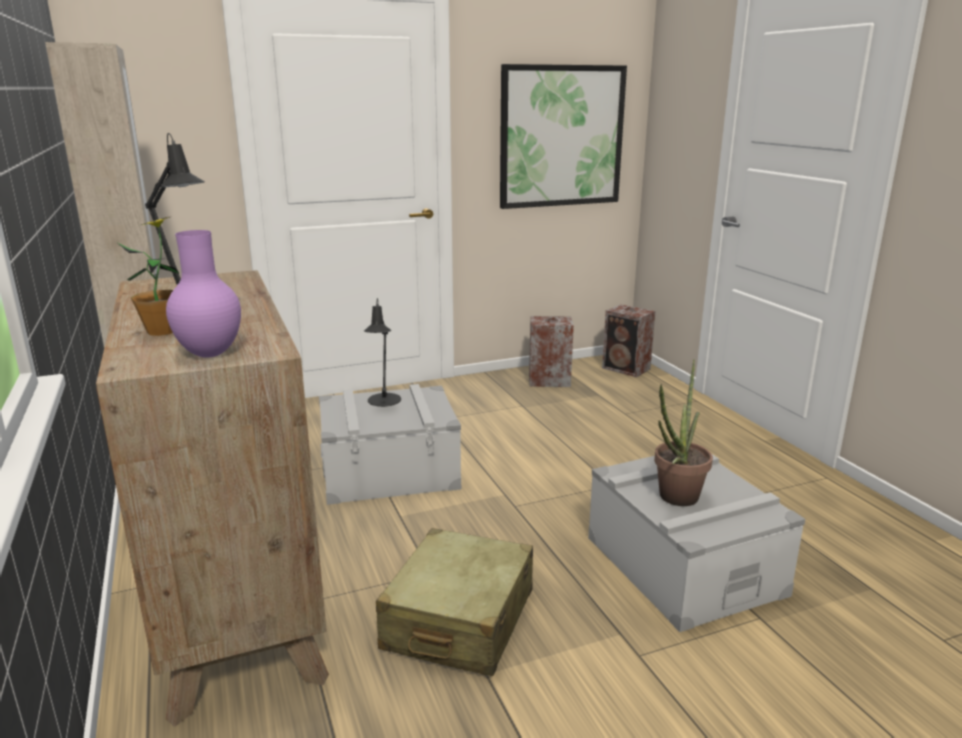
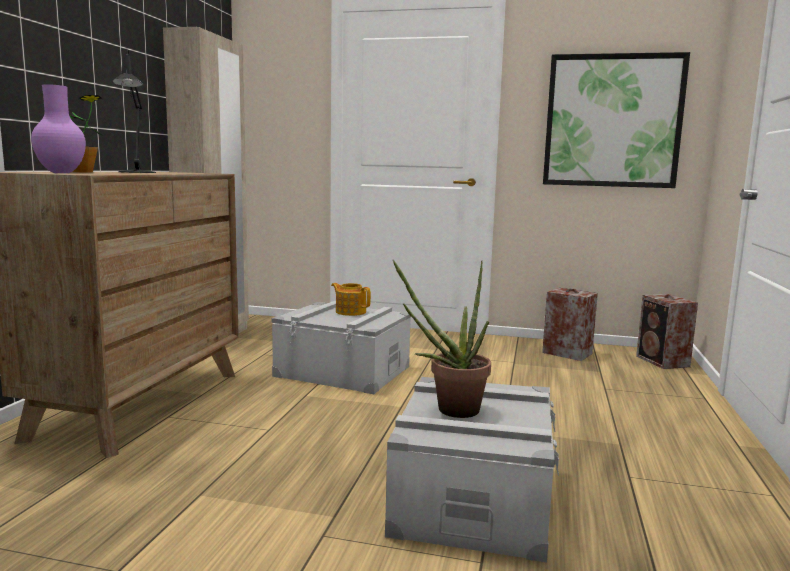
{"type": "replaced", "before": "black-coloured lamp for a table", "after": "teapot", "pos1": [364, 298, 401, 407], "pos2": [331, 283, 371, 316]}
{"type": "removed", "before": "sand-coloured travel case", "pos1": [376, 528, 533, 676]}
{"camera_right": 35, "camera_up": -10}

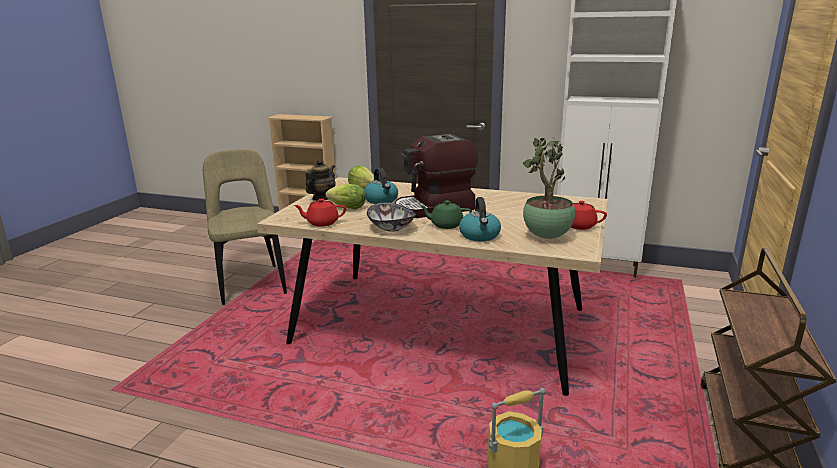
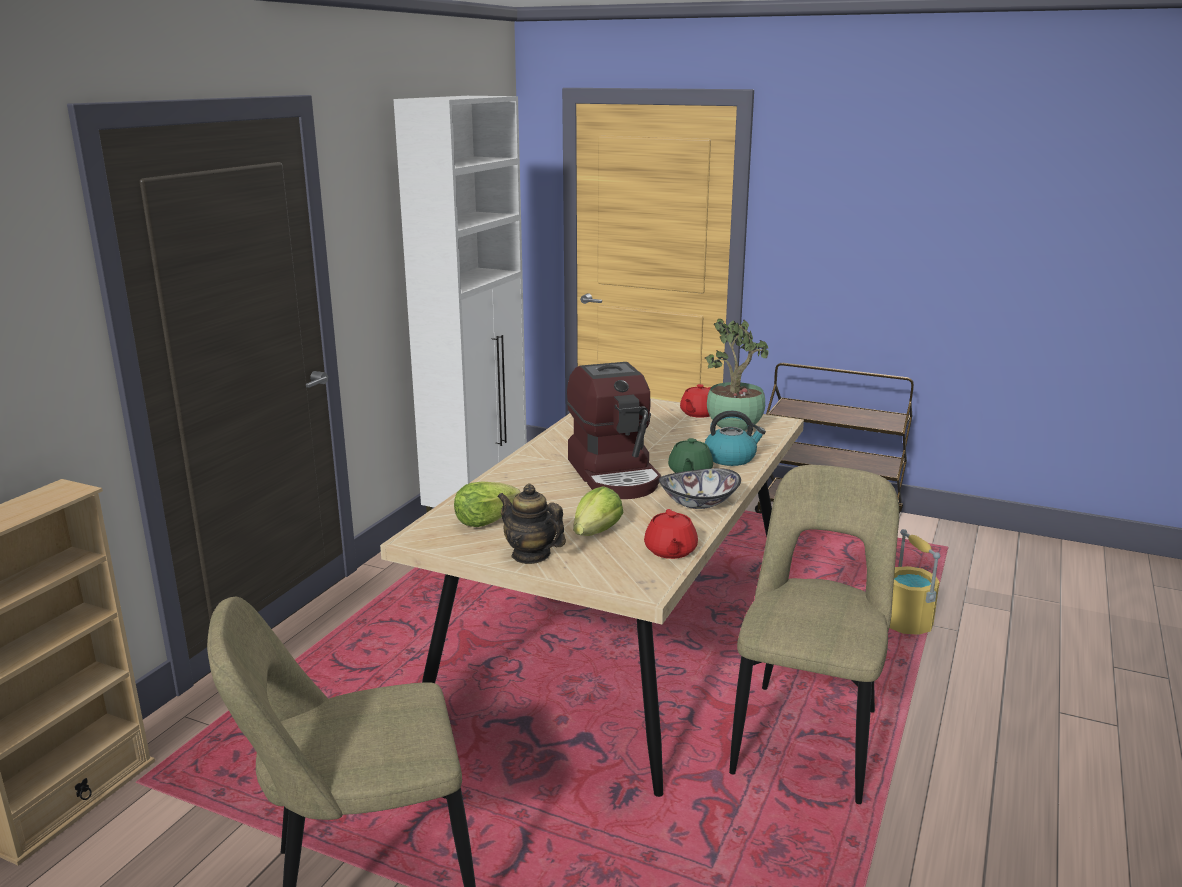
{"type": "removed", "before": "water kettle", "pos1": [364, 168, 398, 204]}
{"type": "added", "after": "sand-coloured upright chair", "pos2": [729, 465, 899, 804]}
{"camera_right": -85, "camera_up": 0}

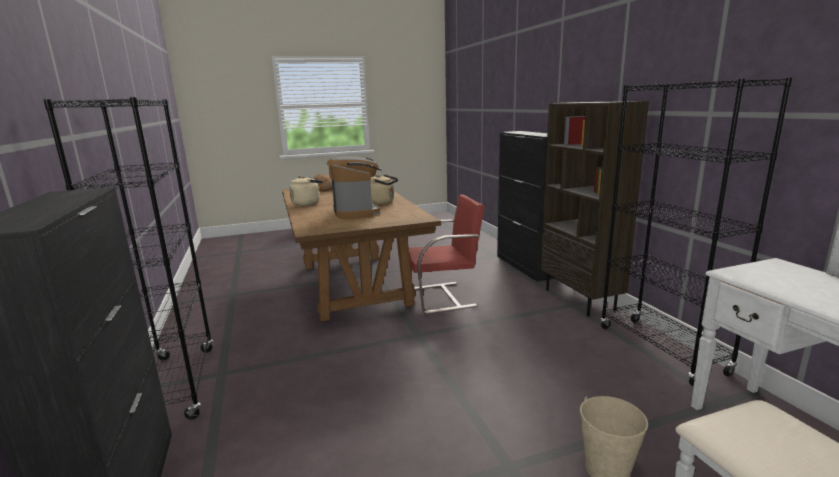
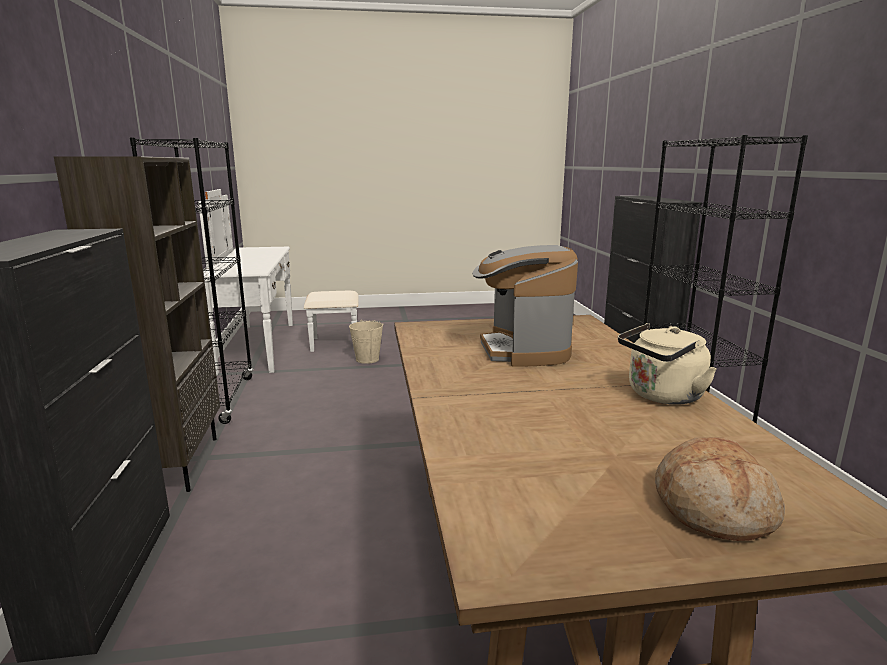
{"type": "removed", "before": "sand-coloured water kettle", "pos1": [371, 175, 398, 205]}
{"type": "removed", "before": "reddish upright chair", "pos1": [407, 195, 485, 314]}
{"camera_right": -170, "camera_up": 0}

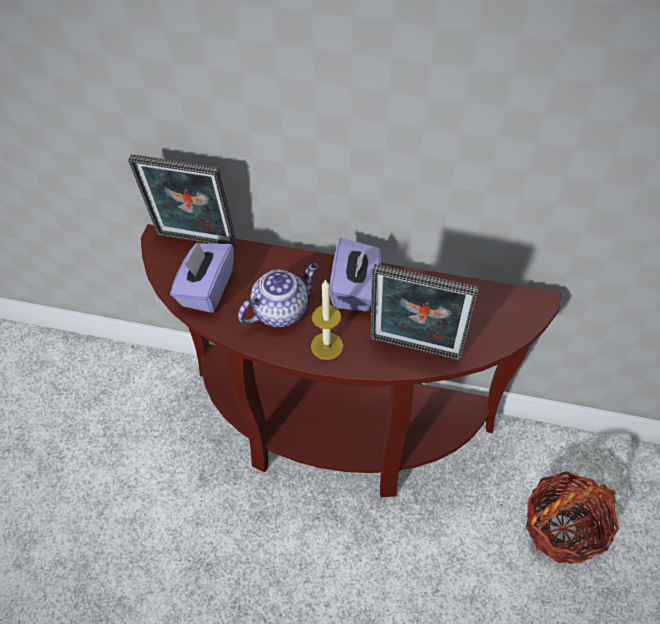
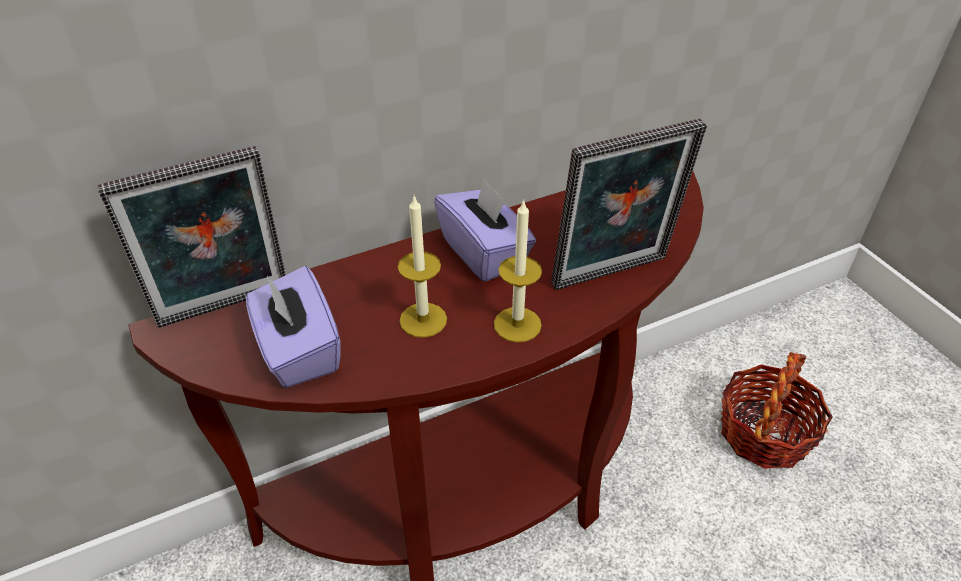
{"type": "replaced", "before": "teapot", "after": "wax candle", "pos1": [238, 264, 318, 327], "pos2": [398, 195, 447, 338]}
{"camera_right": -40, "camera_up": -10}

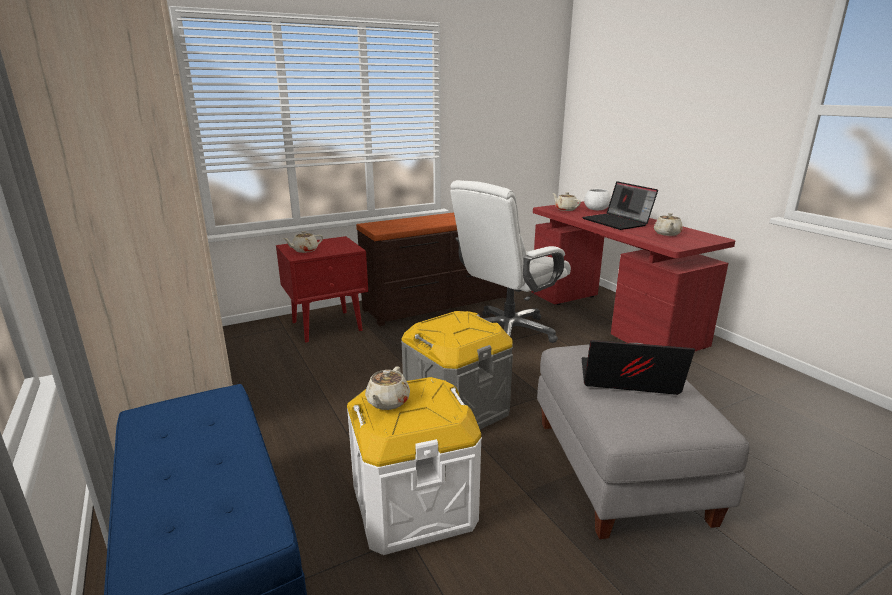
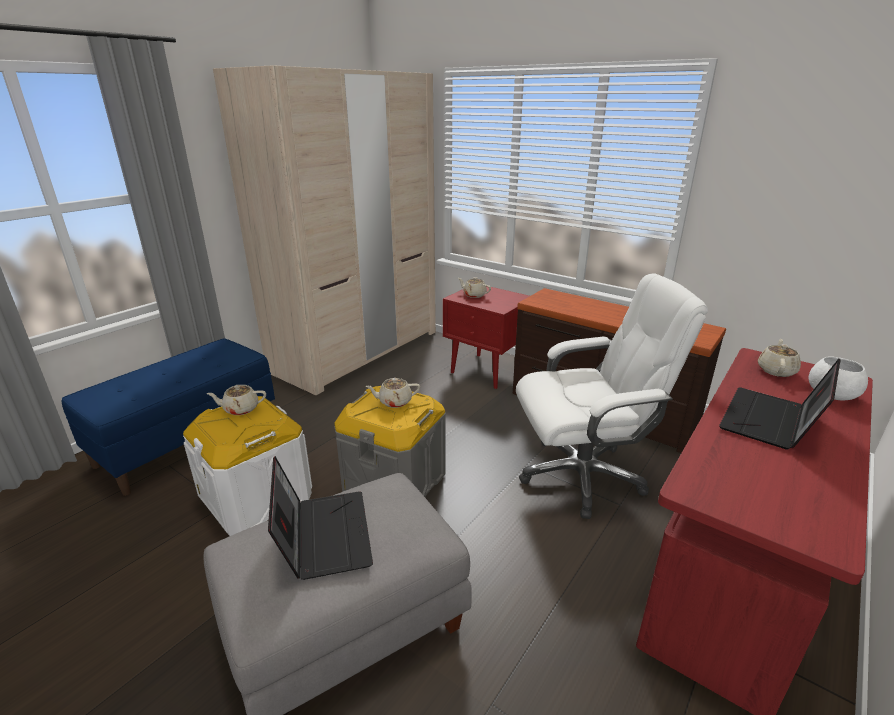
{"type": "turned", "before": "whitish computer chair", "pos1": [450, 180, 571, 343], "pos2": [516, 273, 708, 519], "turn": 150}
{"type": "moved", "before": "sand-coloured teapot", "pos1": [654, 213, 682, 236], "pos2": [365, 378, 420, 408]}
{"camera_right": 65, "camera_up": 5}

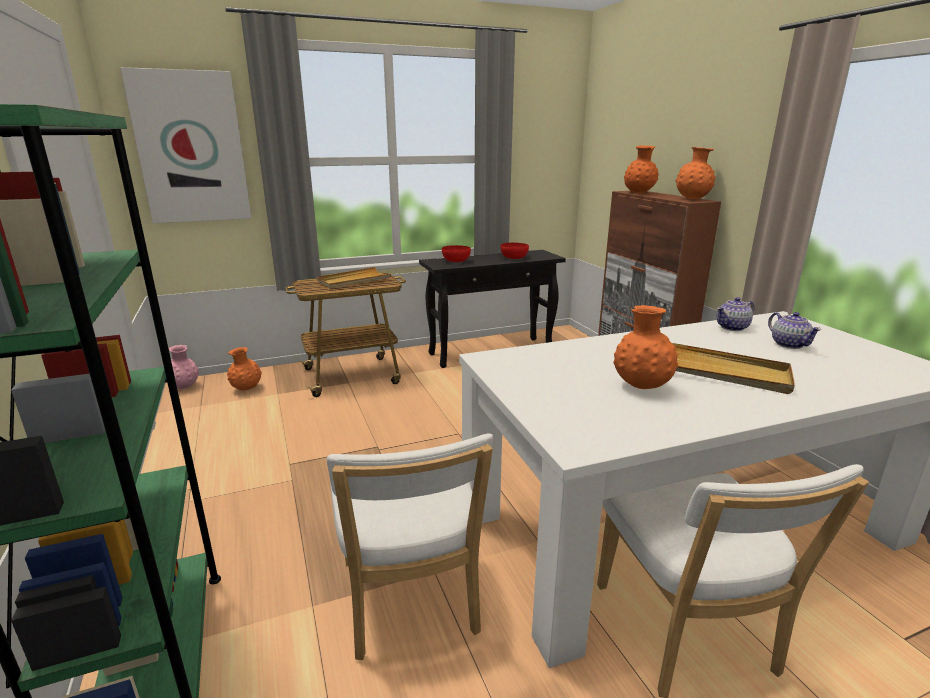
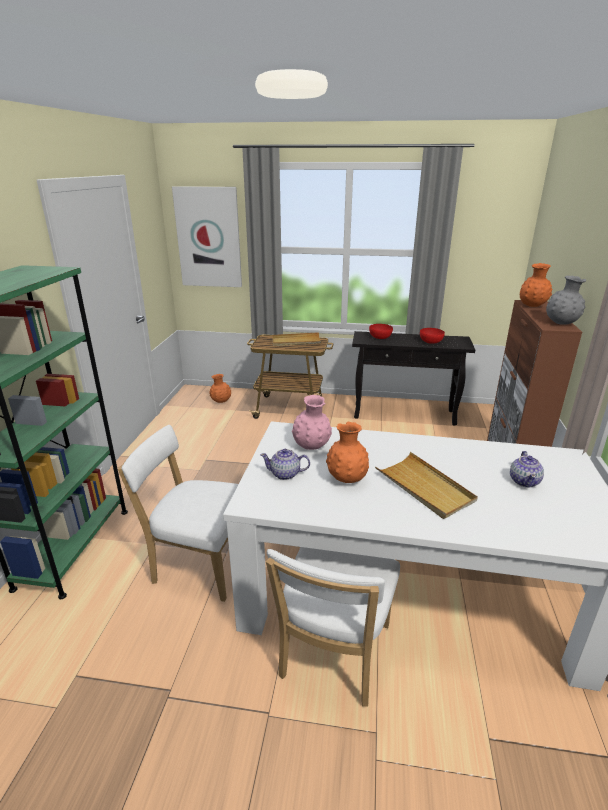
{"type": "recoloured", "before": "orangey flower vase", "after": "grey flower vase", "pos1": [676, 147, 716, 199], "pos2": [546, 276, 586, 325]}
{"type": "moved", "before": "teapot", "pos1": [717, 297, 754, 331], "pos2": [260, 449, 310, 480]}
{"type": "moved", "before": "pink-coloured flower vase", "pos1": [167, 345, 199, 389], "pos2": [292, 395, 332, 450]}
{"type": "turned", "before": "whitish upright chair", "pos1": [327, 433, 493, 660], "pos2": [118, 425, 238, 602], "turn": 90}
{"camera_right": 30, "camera_up": 5}

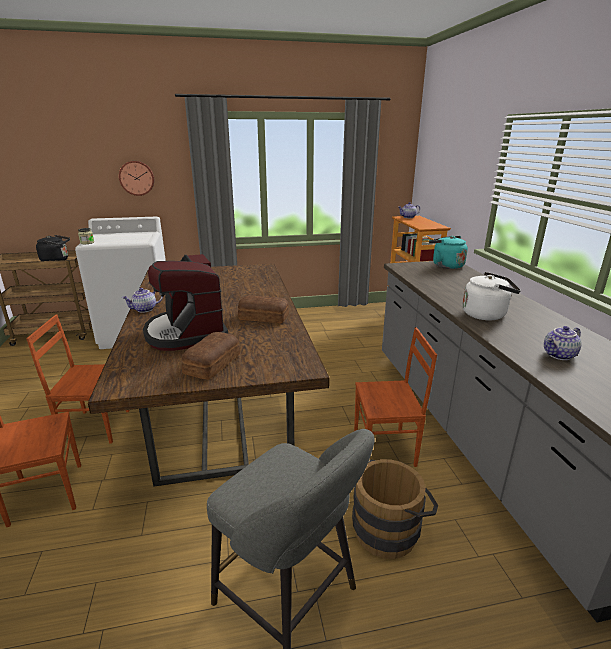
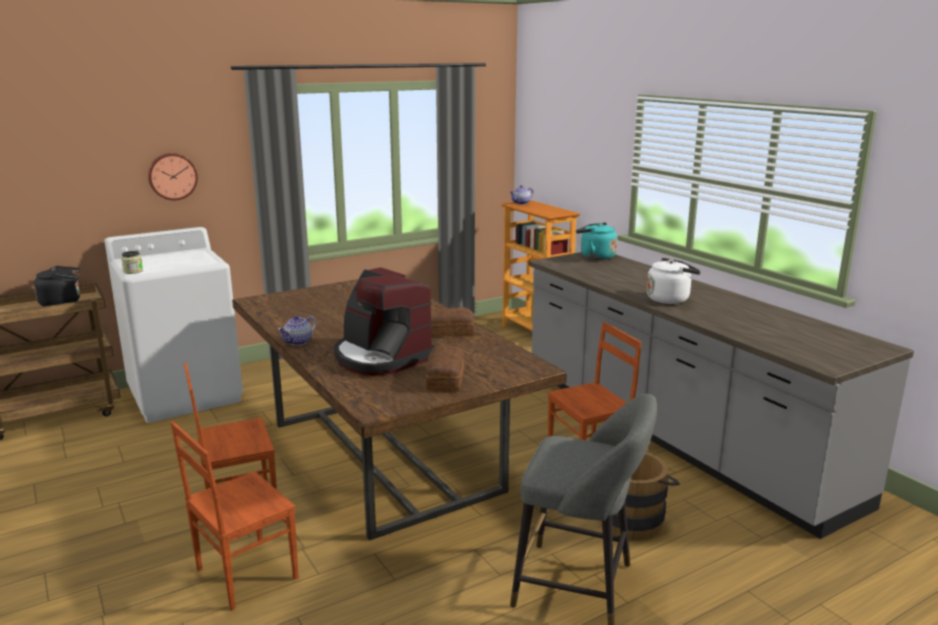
{"type": "removed", "before": "teapot", "pos1": [544, 326, 582, 360]}
{"camera_right": -20, "camera_up": -5}

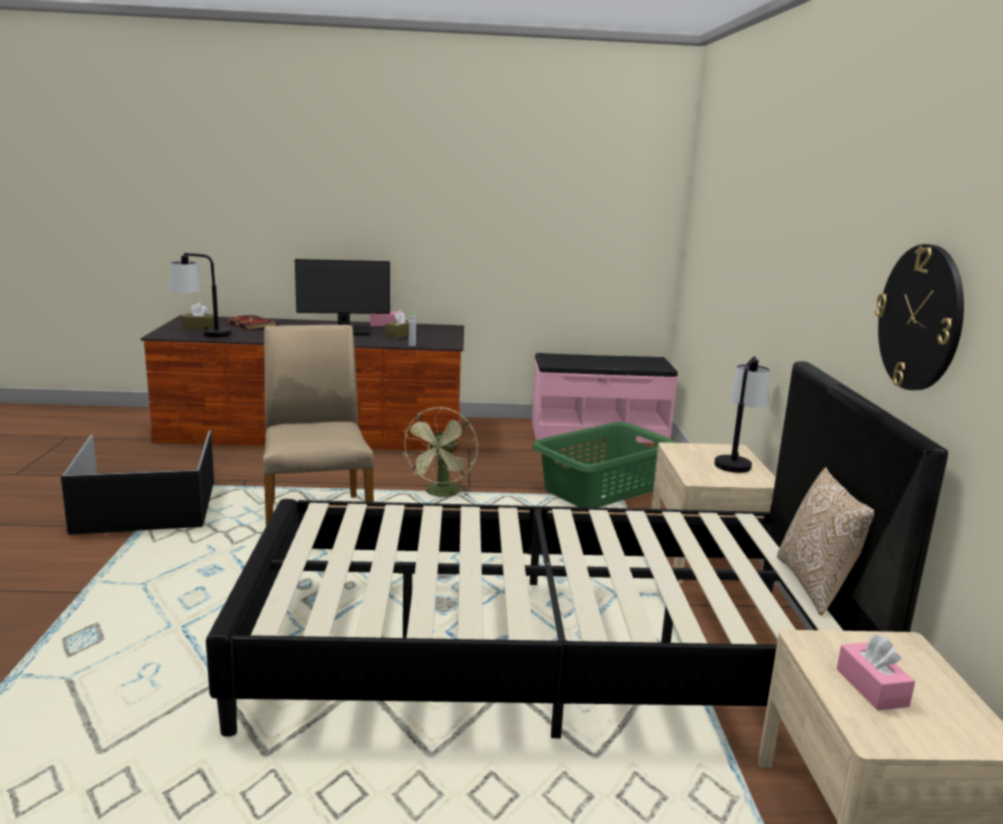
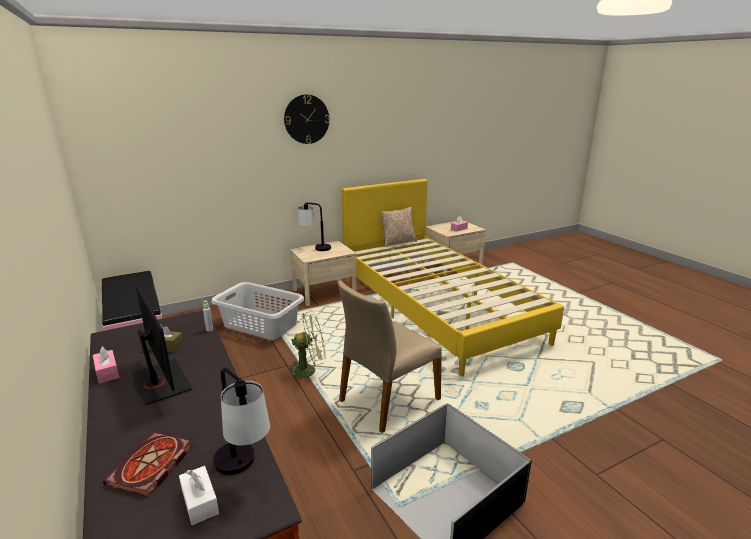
{"type": "moved", "before": "clock on the wall", "pos1": [875, 244, 964, 390], "pos2": [284, 94, 330, 144]}
{"type": "recoloured", "before": "brown-coloured box of tissues", "after": "whitish box of tissues", "pos1": [182, 303, 214, 330], "pos2": [179, 466, 219, 525]}
{"type": "recoloured", "before": "black-coloured bed", "after": "yellow-coloured bed", "pos1": [206, 361, 948, 738], "pos2": [342, 179, 564, 377]}
{"type": "recoloured", "before": "green laundry basket", "after": "grey laundry basket", "pos1": [532, 422, 676, 508], "pos2": [211, 282, 304, 340]}
{"camera_right": -115, "camera_up": 5}

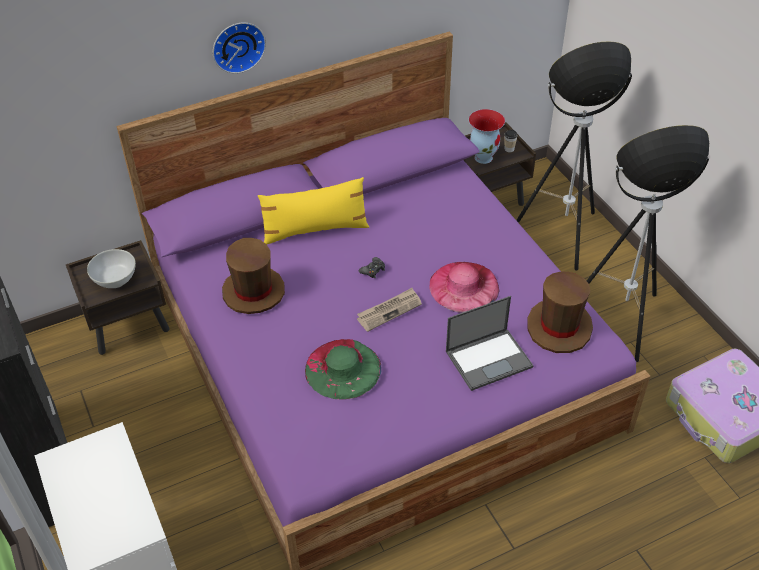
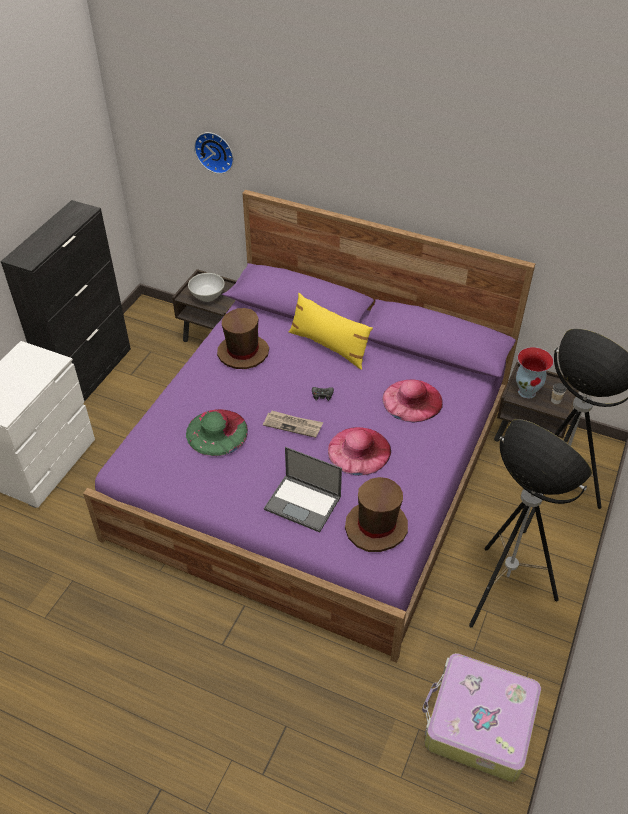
{"type": "moved", "before": "clock on the wall", "pos1": [213, 23, 266, 74], "pos2": [194, 132, 234, 174]}
{"type": "added", "after": "pink-coloured hat", "pos2": [382, 379, 443, 423]}
{"camera_right": 50, "camera_up": 0}

